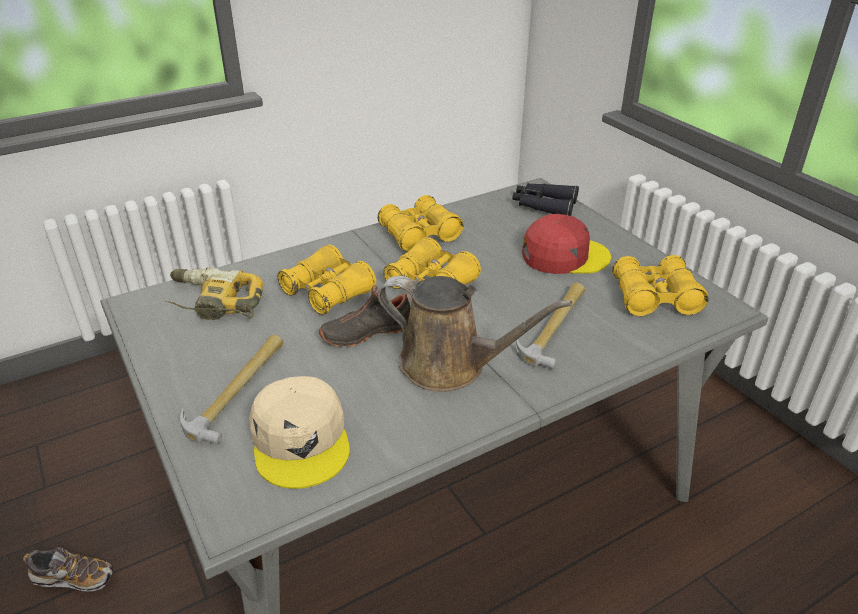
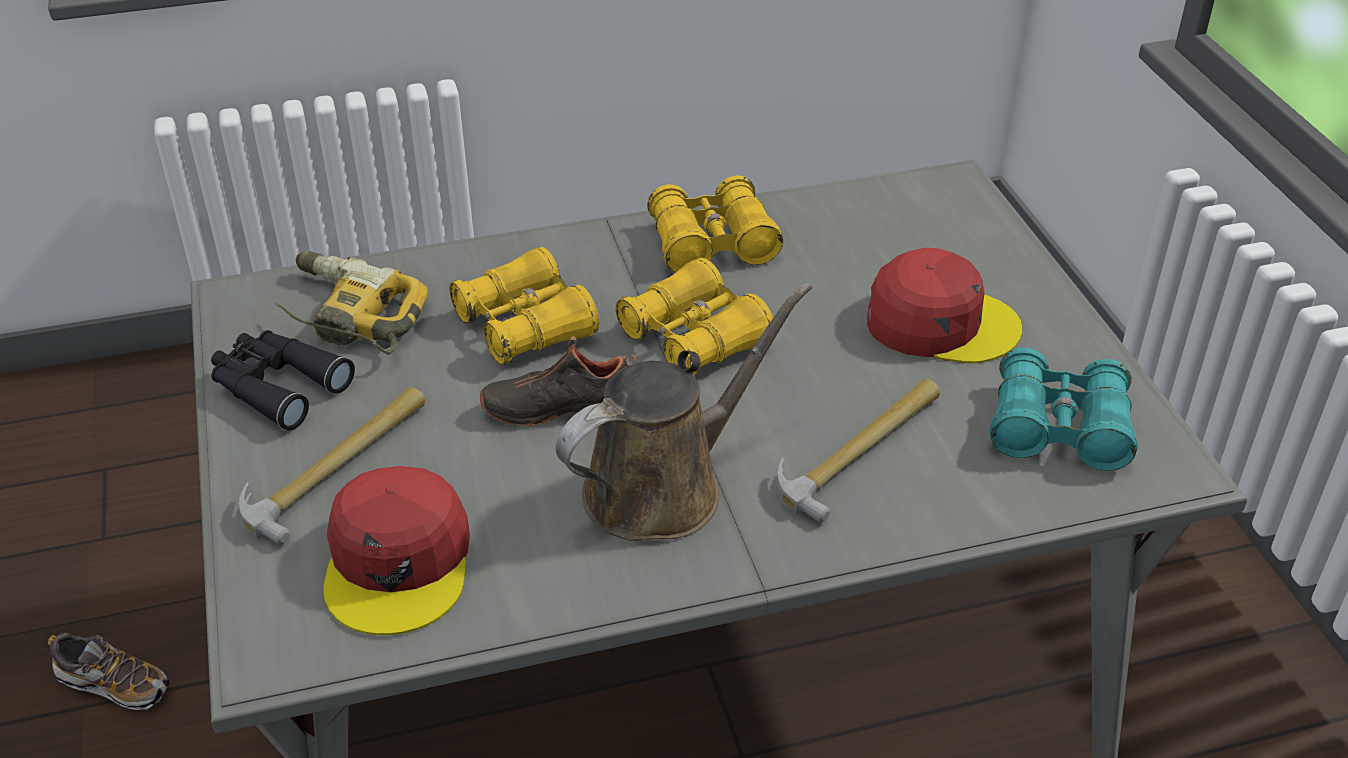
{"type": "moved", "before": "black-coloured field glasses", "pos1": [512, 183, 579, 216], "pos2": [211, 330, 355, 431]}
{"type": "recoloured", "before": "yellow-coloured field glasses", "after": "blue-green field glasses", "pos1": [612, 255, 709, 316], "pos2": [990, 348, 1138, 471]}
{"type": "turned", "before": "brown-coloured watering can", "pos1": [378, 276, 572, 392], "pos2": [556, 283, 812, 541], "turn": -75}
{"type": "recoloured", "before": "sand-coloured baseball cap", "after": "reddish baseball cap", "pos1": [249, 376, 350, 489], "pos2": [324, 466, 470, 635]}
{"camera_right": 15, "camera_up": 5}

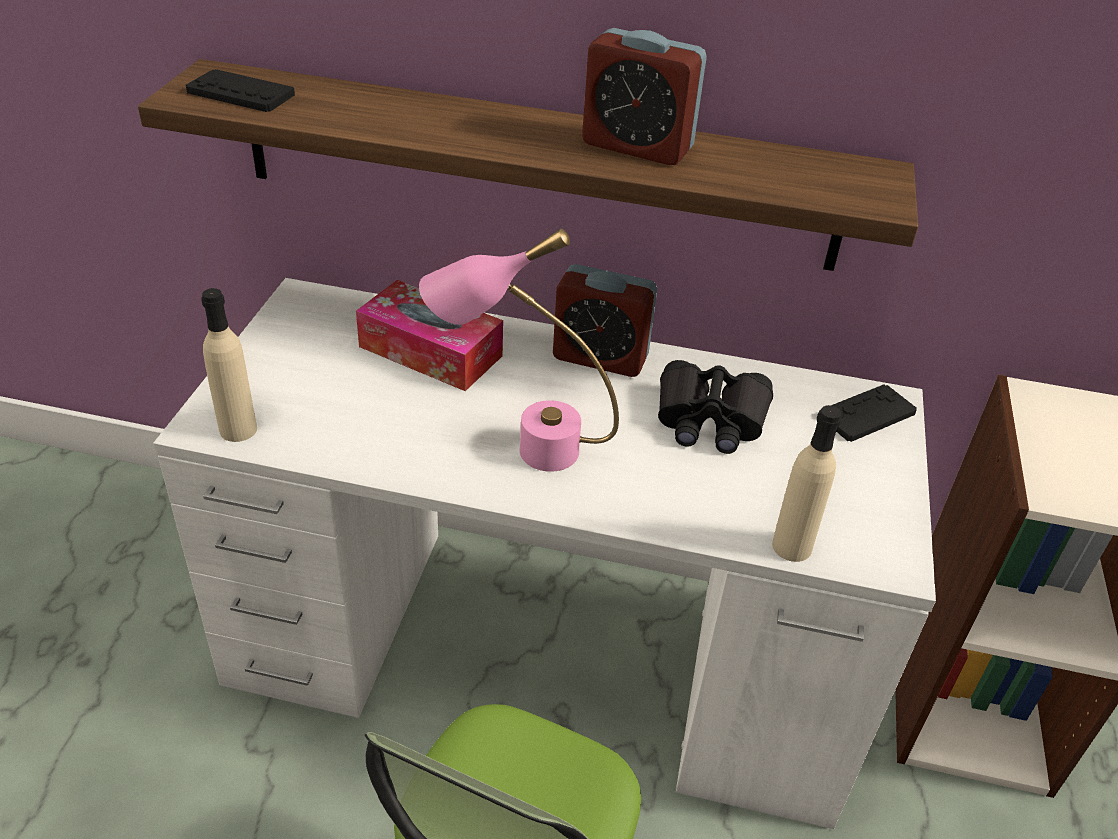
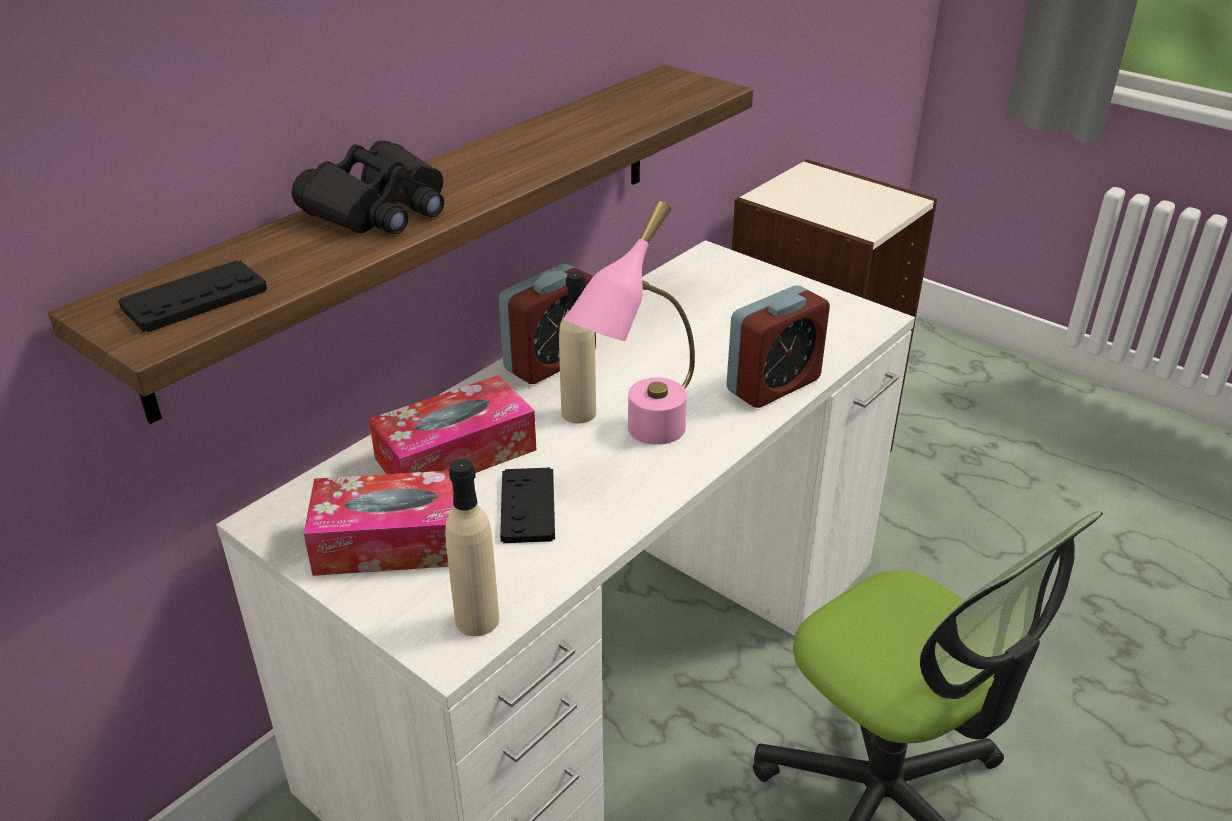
{"type": "moved", "before": "alarm clock", "pos1": [582, 28, 707, 165], "pos2": [726, 285, 830, 408]}
{"type": "moved", "before": "black-coloured field glasses", "pos1": [658, 360, 773, 454], "pos2": [292, 140, 444, 234]}
{"type": "moved", "before": "black-coloured game controller", "pos1": [831, 385, 916, 442], "pos2": [500, 467, 555, 543]}
{"type": "moved", "before": "sand-coloured drink bottle", "pos1": [772, 405, 842, 562], "pos2": [559, 271, 596, 423]}
{"type": "added", "after": "box of tissues", "pos2": [304, 470, 453, 576]}
{"camera_right": -60, "camera_up": -5}

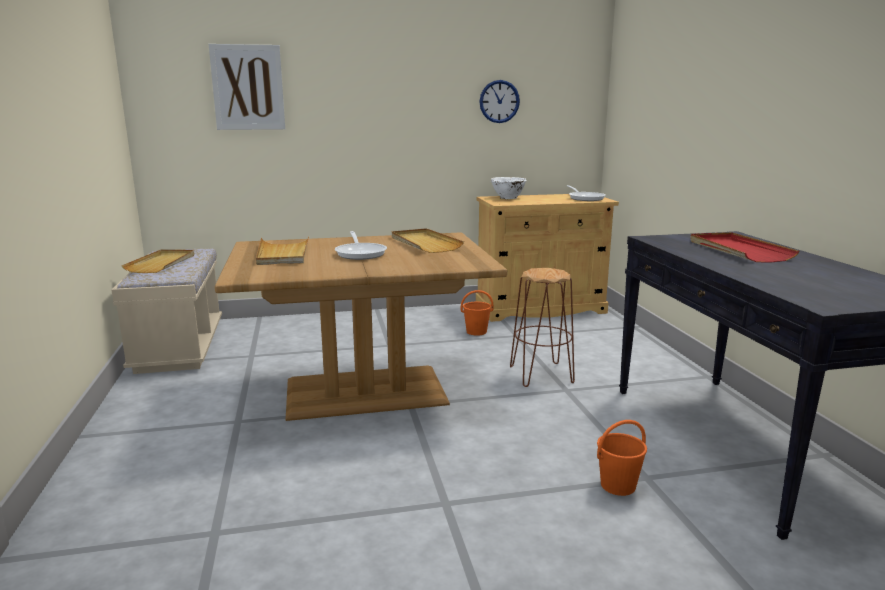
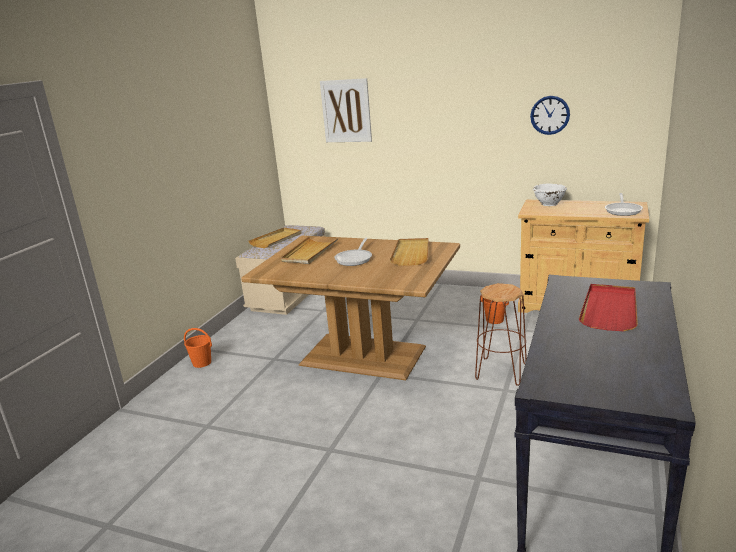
{"type": "moved", "before": "orangey pail", "pos1": [597, 420, 647, 496], "pos2": [184, 328, 212, 368]}
{"camera_right": 35, "camera_up": 5}

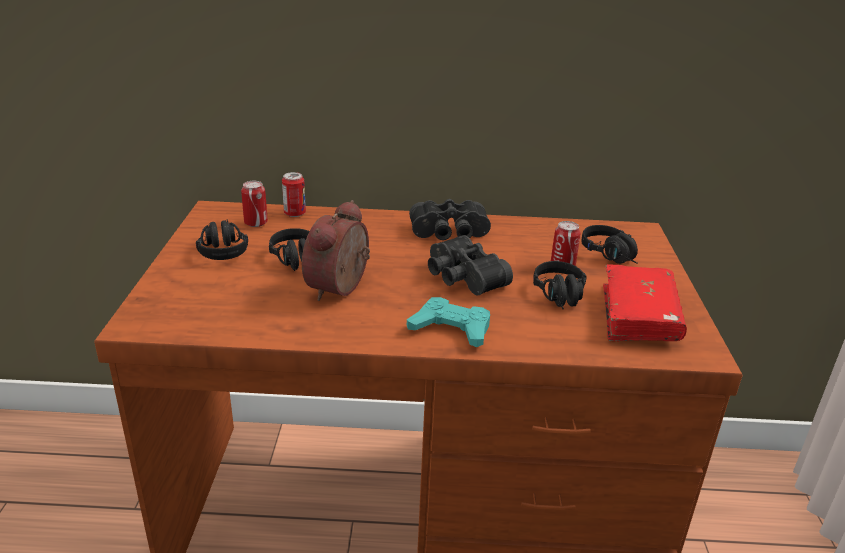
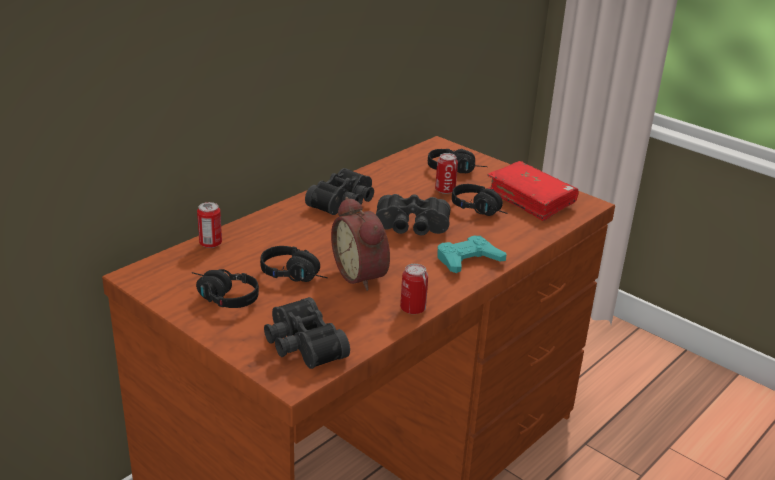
{"type": "moved", "before": "sealed can", "pos1": [241, 181, 268, 227], "pos2": [400, 264, 428, 314]}
{"type": "added", "after": "black-coloured field glasses", "pos2": [264, 297, 350, 369]}
{"camera_right": -50, "camera_up": 0}

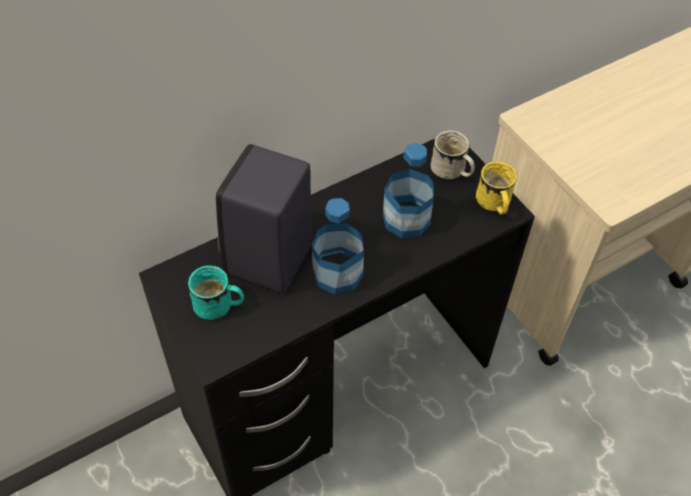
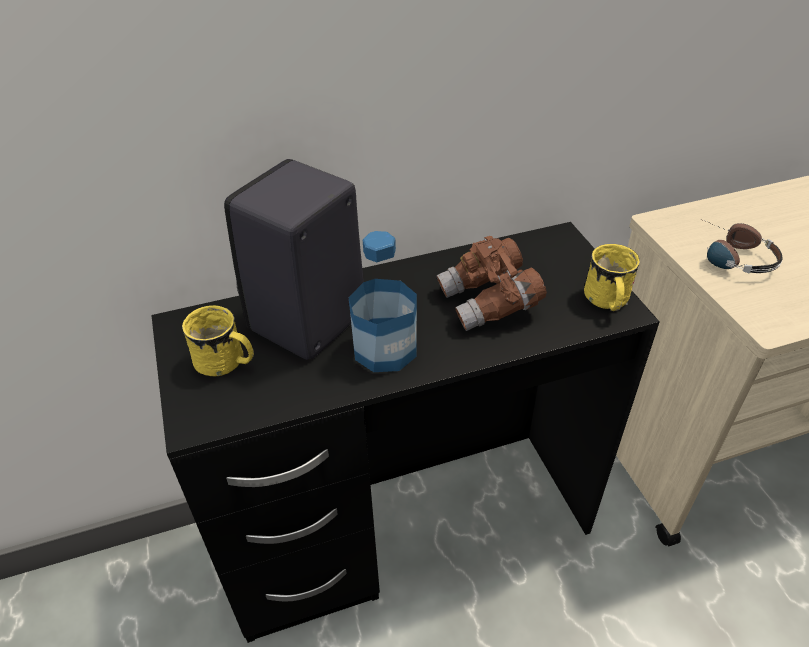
{"type": "removed", "before": "whitish tea mug", "pos1": [431, 130, 475, 179]}
{"type": "replaced", "before": "drink bottle", "after": "brown-coloured field glasses", "pos1": [383, 143, 434, 238], "pos2": [436, 236, 547, 331]}
{"type": "recoloured", "before": "blue-green tea mug", "after": "yellow-coloured tea mug", "pos1": [188, 265, 244, 320], "pos2": [182, 305, 254, 376]}
{"type": "added", "after": "pair of headphones", "pos2": [700, 219, 783, 273]}
{"camera_right": 15, "camera_up": -10}

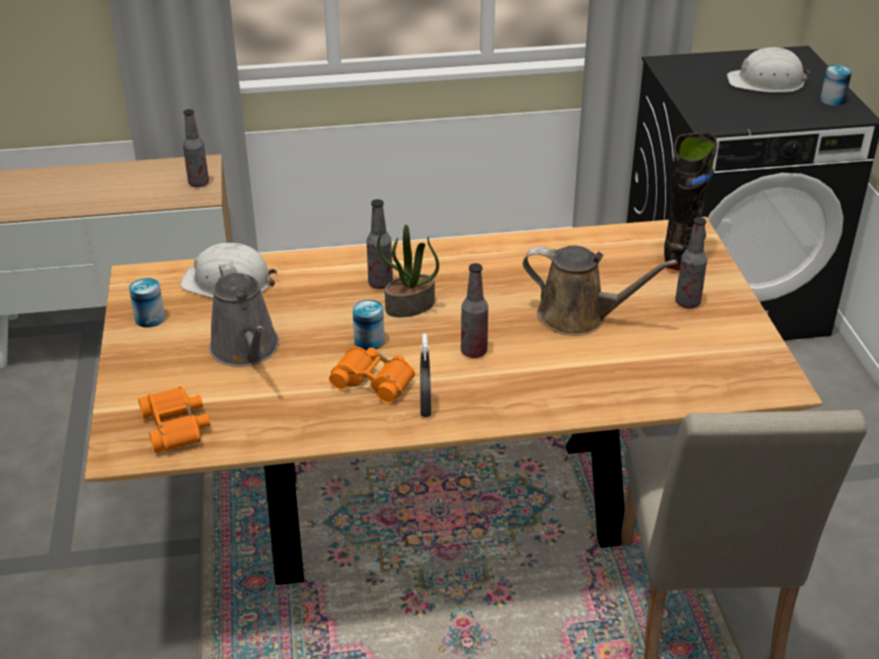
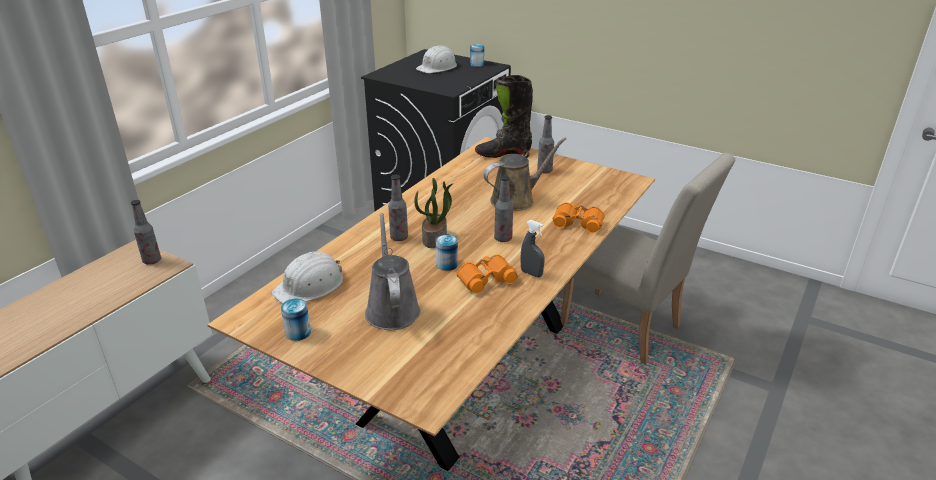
{"type": "turned", "before": "black-coloured high-top boot", "pos1": [664, 132, 718, 270], "pos2": [475, 75, 533, 158], "turn": -75}
{"type": "turned", "before": "grey watering can", "pos1": [209, 262, 279, 367], "pos2": [365, 213, 421, 330], "turn": -120}
{"type": "moved", "before": "orangey field glasses", "pos1": [138, 386, 210, 452], "pos2": [553, 202, 605, 233]}
{"camera_right": -50, "camera_up": -5}

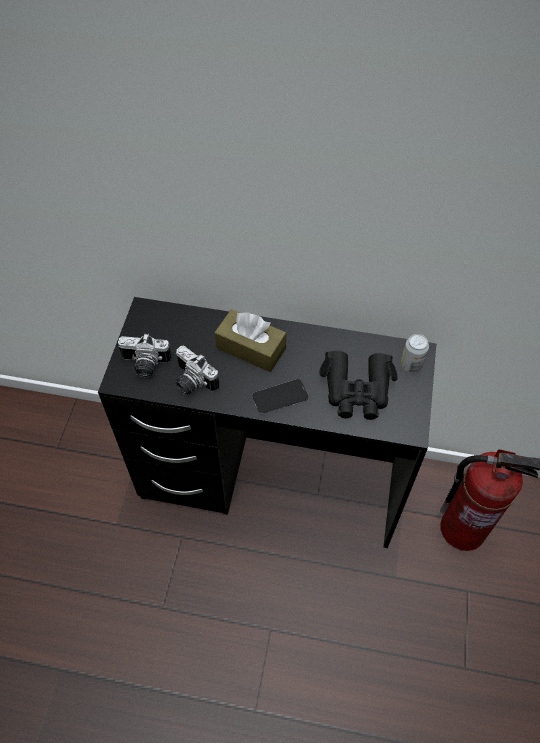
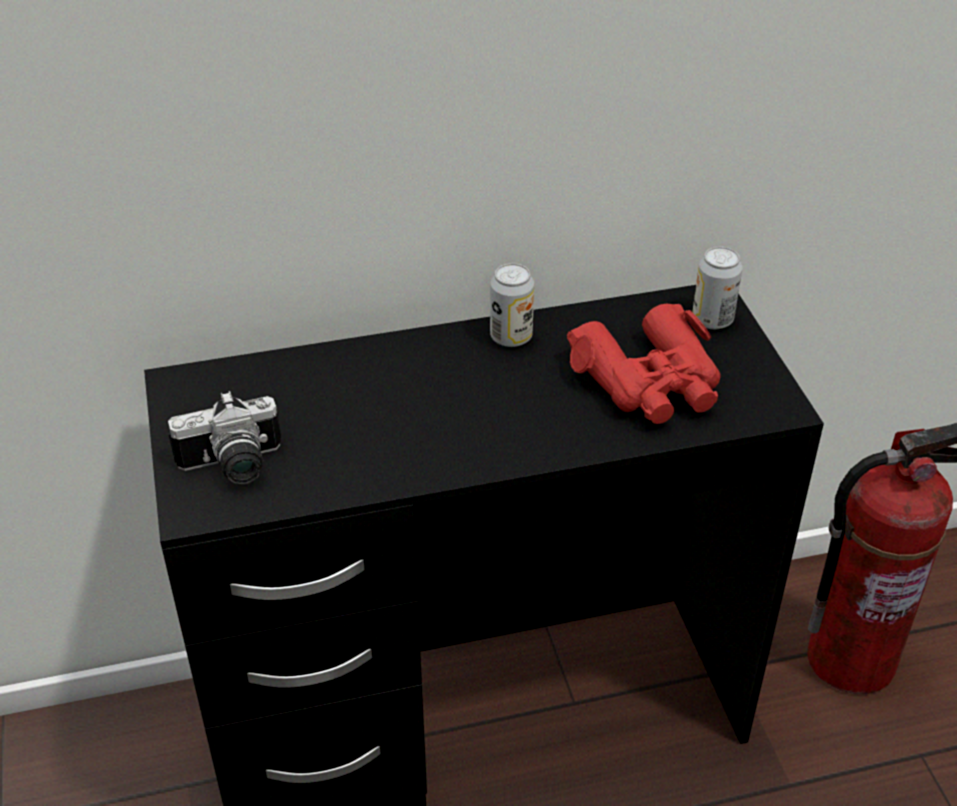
{"type": "removed", "before": "brown-coloured box of tissues", "pos1": [215, 309, 286, 372]}
{"type": "removed", "before": "still camera", "pos1": [175, 346, 219, 395]}
{"type": "recoloured", "before": "black-coloured field glasses", "after": "reddish field glasses", "pos1": [319, 351, 398, 420], "pos2": [567, 304, 720, 424]}
{"type": "removed", "before": "phone", "pos1": [252, 379, 309, 414]}
{"type": "added", "after": "sealed can", "pos2": [490, 263, 534, 347]}
{"camera_right": -25, "camera_up": -15}

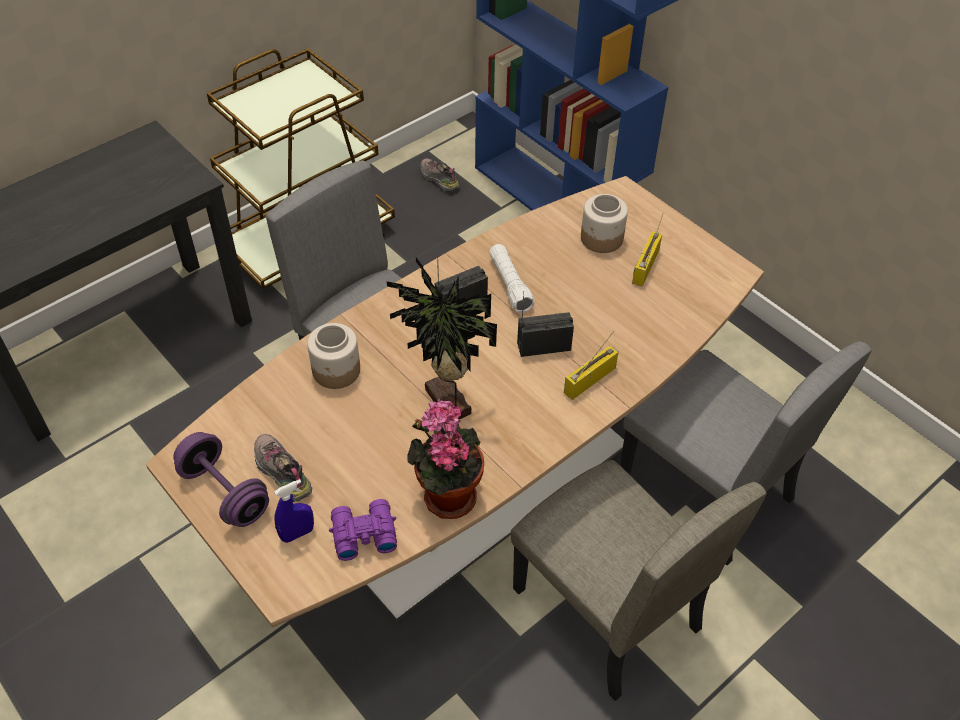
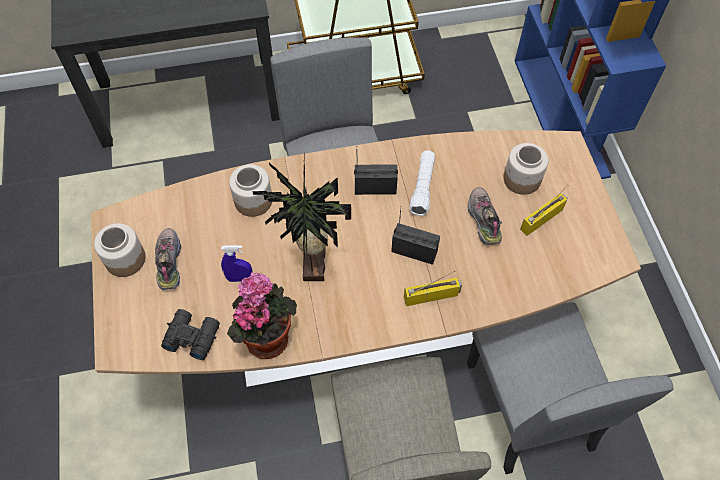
{"type": "moved", "before": "item of footwear", "pos1": [420, 158, 460, 192], "pos2": [468, 187, 502, 245]}
{"type": "replaced", "before": "purple-coloured dumbbell", "after": "jar", "pos1": [173, 432, 269, 527], "pos2": [94, 223, 145, 277]}
{"type": "moved", "before": "bluish sprayer", "pos1": [274, 479, 314, 543], "pos2": [221, 245, 253, 282]}
{"type": "recoloured", "before": "purple-coloured field glasses", "after": "black-coloured field glasses", "pos1": [329, 499, 397, 561], "pos2": [161, 309, 220, 360]}
{"camera_right": 30, "camera_up": 10}

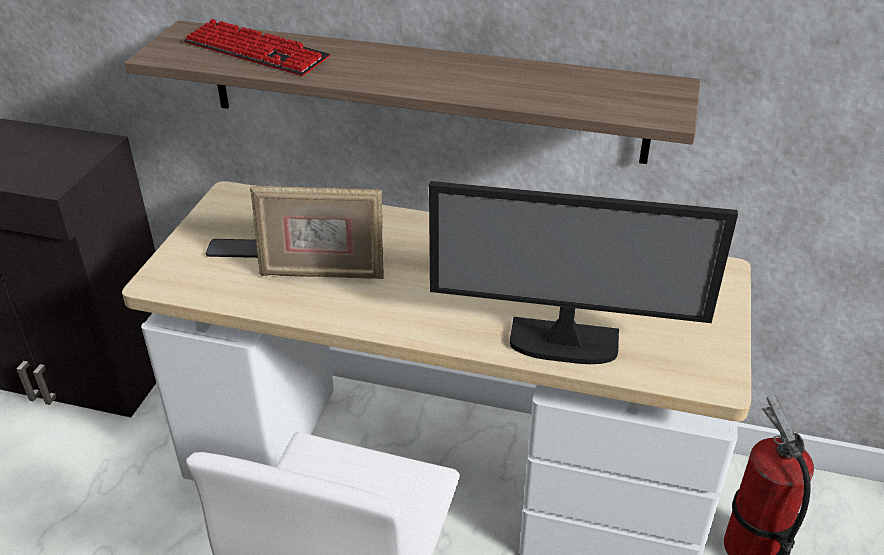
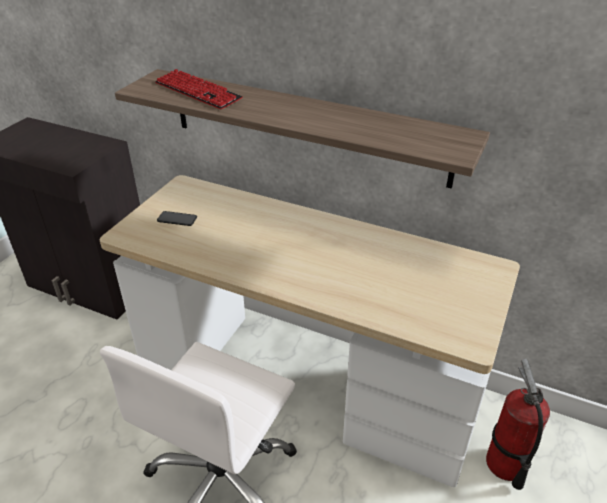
{"type": "removed", "before": "computer display", "pos1": [429, 181, 738, 364]}
{"type": "removed", "before": "photo frame", "pos1": [250, 185, 384, 279]}
{"camera_right": 10, "camera_up": 0}

